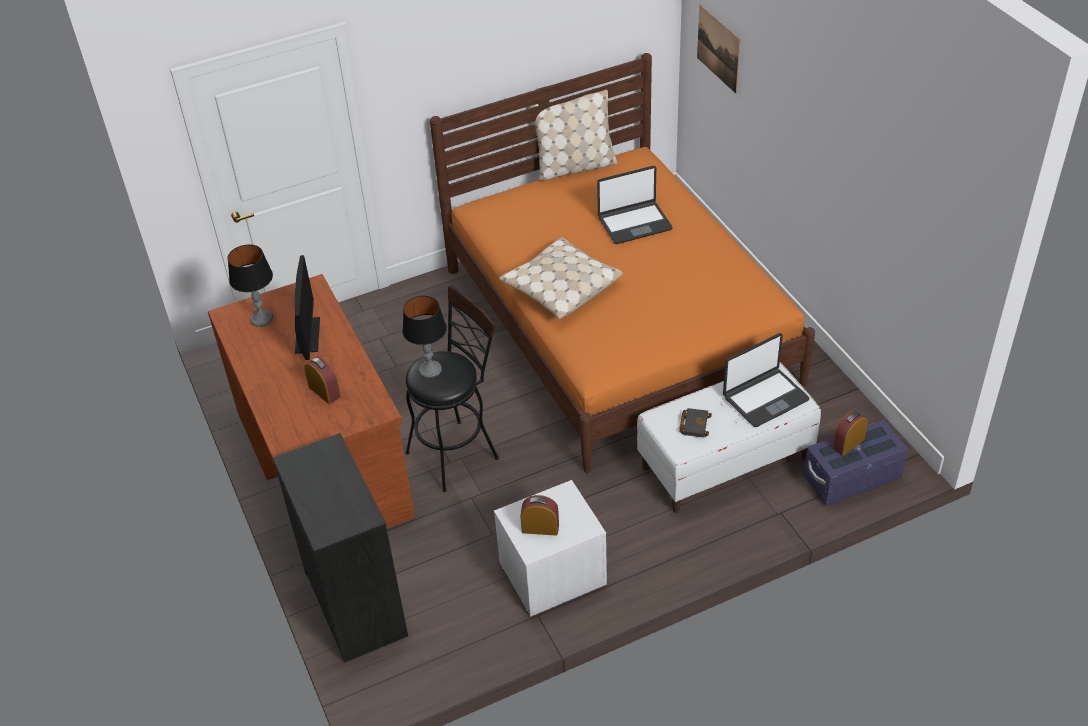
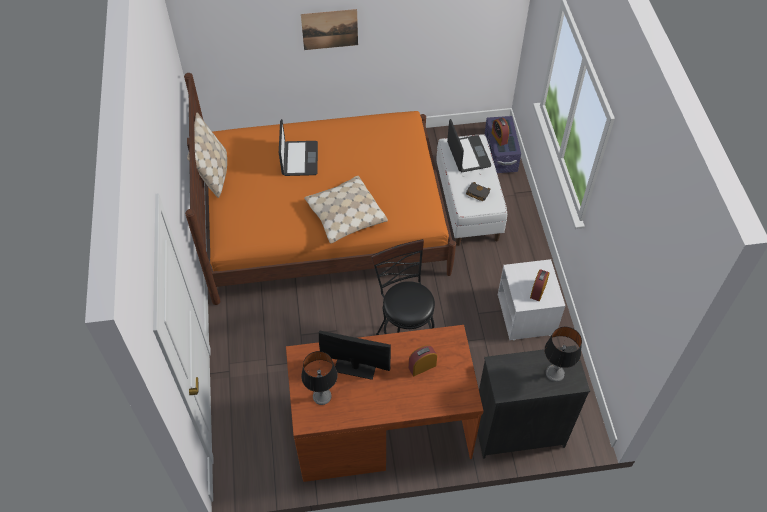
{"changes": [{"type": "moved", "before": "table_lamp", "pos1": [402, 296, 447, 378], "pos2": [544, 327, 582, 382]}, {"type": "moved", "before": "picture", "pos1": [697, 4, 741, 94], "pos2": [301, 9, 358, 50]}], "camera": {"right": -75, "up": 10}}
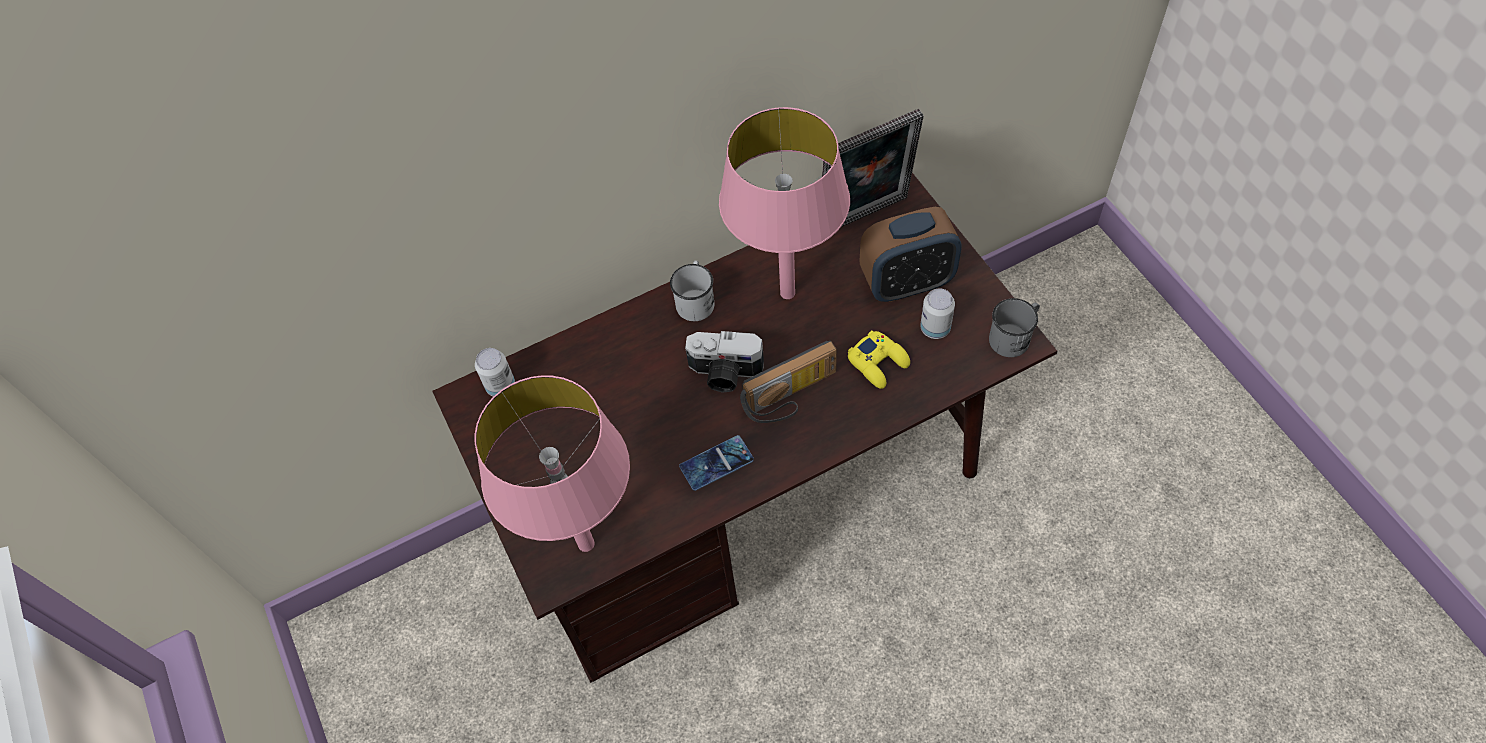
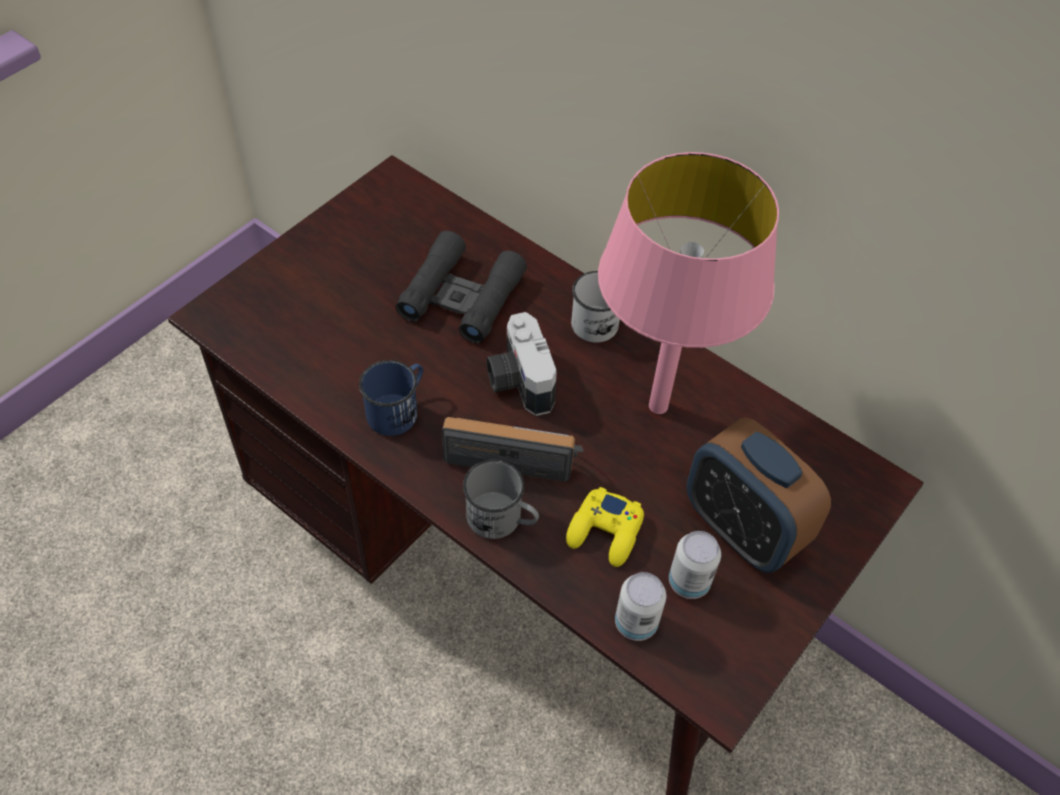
{"changes": [{"type": "moved", "before": "can", "pos1": [475, 348, 515, 397], "pos2": [615, 572, 666, 641]}, {"type": "removed", "before": "pink_table_lamp", "pos1": [475, 375, 630, 552]}, {"type": "replaced", "before": "phone", "after": "blue_mug", "pos1": [679, 435, 754, 491], "pos2": [359, 360, 423, 436]}, {"type": "turned", "before": "radio", "pos1": [740, 341, 837, 423], "pos2": [442, 417, 584, 482], "turn": 150}, {"type": "removed", "before": "picture_frame", "pos1": [822, 109, 924, 228]}, {"type": "moved", "before": "grey_mug", "pos1": [989, 298, 1040, 357], "pos2": [463, 460, 539, 539]}, {"type": "added", "after": "black_binoculars", "pos2": [396, 231, 527, 343]}], "camera": {"right": 60, "up": -5}}
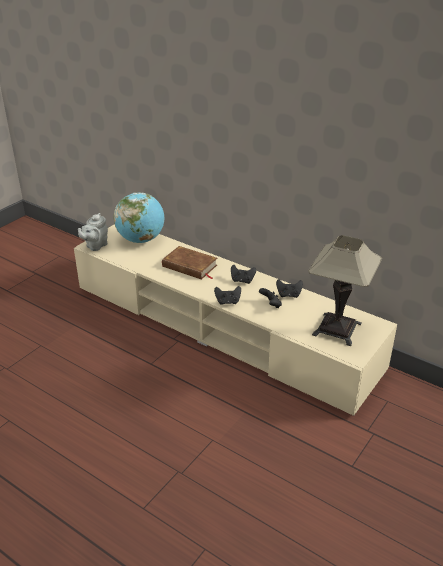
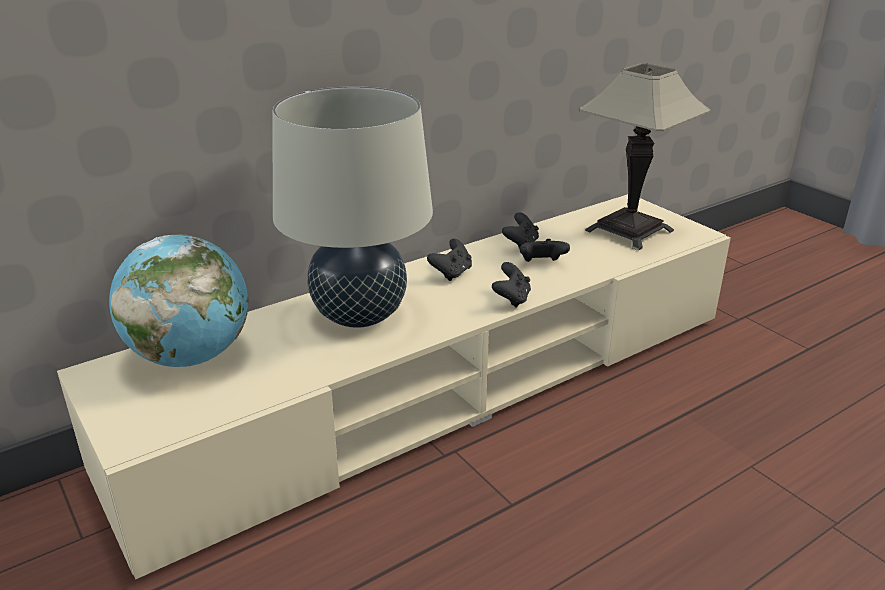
{"changes": [{"type": "removed", "before": "grey_teapot", "pos1": [78, 213, 108, 251]}, {"type": "replaced", "before": "brown_book", "after": "beige_table_lamp", "pos1": [162, 246, 217, 280], "pos2": [273, 86, 433, 328]}], "camera": {"right": -70, "up": -5}}
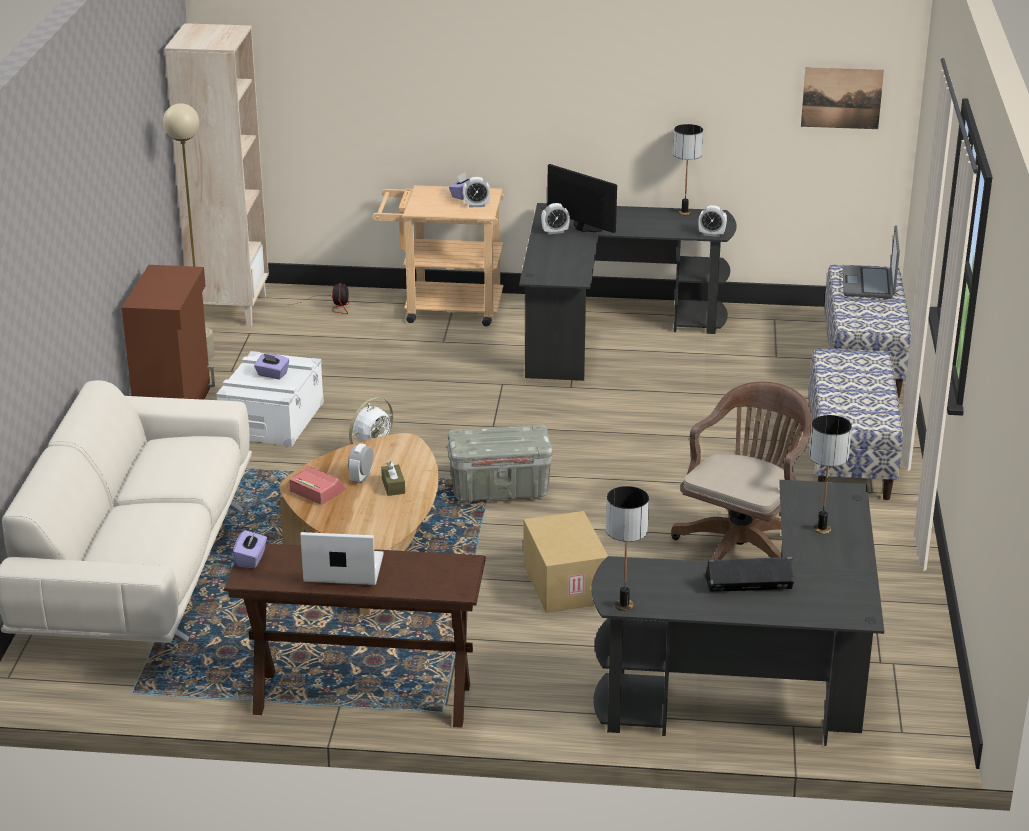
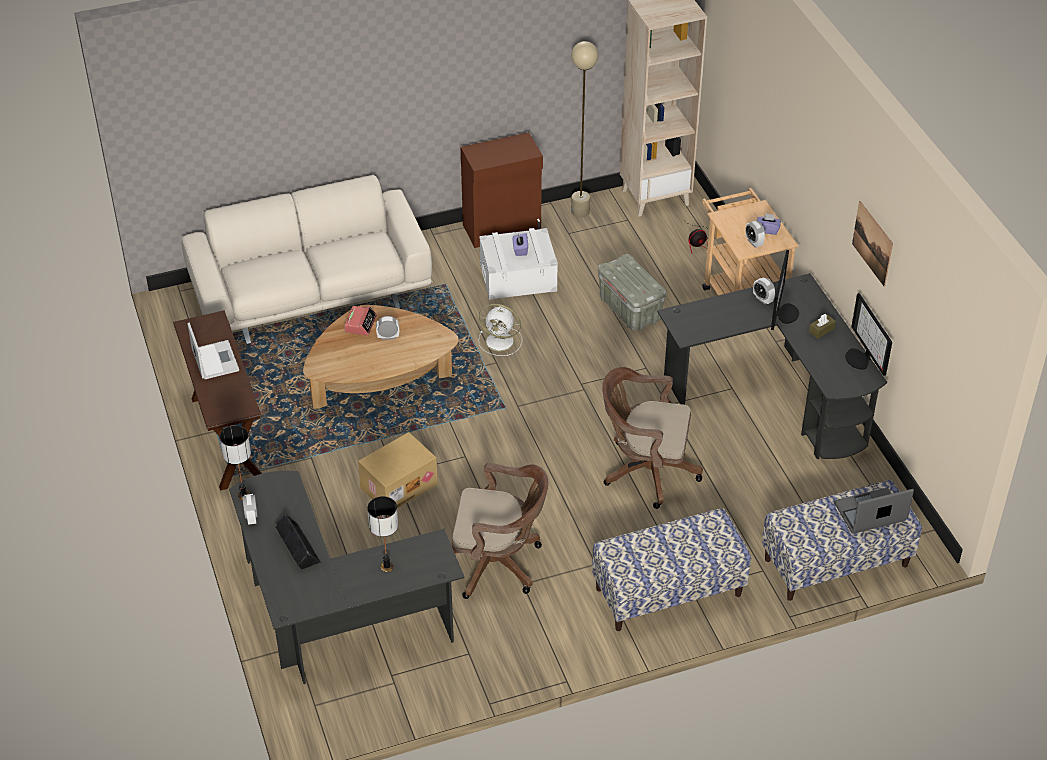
{"changes": [{"type": "removed", "before": "purple_tissue_box", "pos1": [233, 530, 267, 568]}, {"type": "moved", "before": "brown_tissue_box", "pos1": [381, 461, 405, 496], "pos2": [809, 314, 836, 338]}, {"type": "moved", "before": "grey_storage_box", "pos1": [447, 425, 553, 503], "pos2": [598, 254, 666, 330]}, {"type": "replaced", "before": "table_lamp", "after": "monitor", "pos1": [673, 124, 703, 215], "pos2": [845, 293, 892, 376]}, {"type": "moved", "before": "alarm_clock", "pos1": [698, 205, 727, 237], "pos2": [243, 494, 258, 525]}, {"type": "moved", "before": "picture", "pos1": [801, 67, 884, 129], "pos2": [852, 201, 893, 287]}, {"type": "added", "after": "brown_office_chair", "pos2": [602, 367, 703, 509]}], "camera": {"right": 65, "up": 15}}
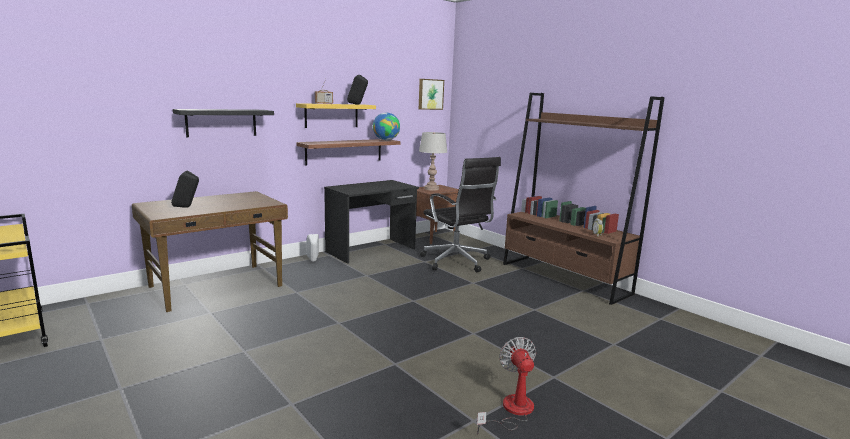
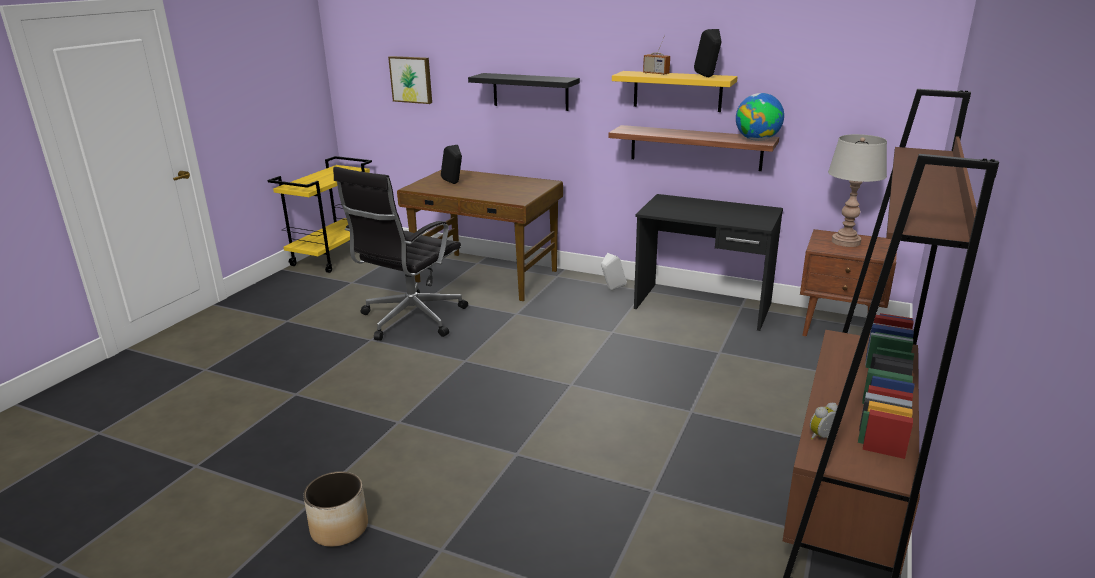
{"changes": [{"type": "moved", "before": "picture", "pos1": [419, 79, 444, 110], "pos2": [388, 56, 432, 104]}, {"type": "moved", "before": "black_office_chair", "pos1": [420, 157, 501, 272], "pos2": [333, 167, 468, 340]}, {"type": "replaced", "before": "fan", "after": "planter", "pos1": [477, 337, 536, 435], "pos2": [303, 471, 368, 547]}], "camera": {"right": 65, "up": 10}}
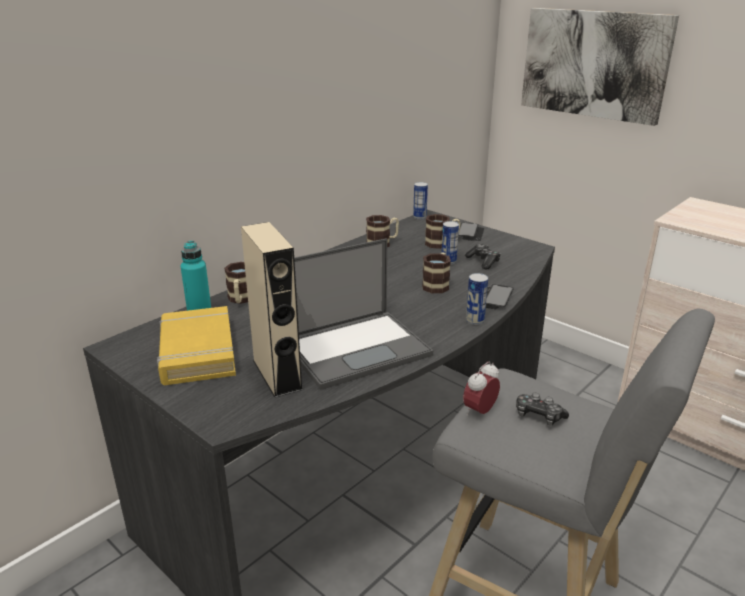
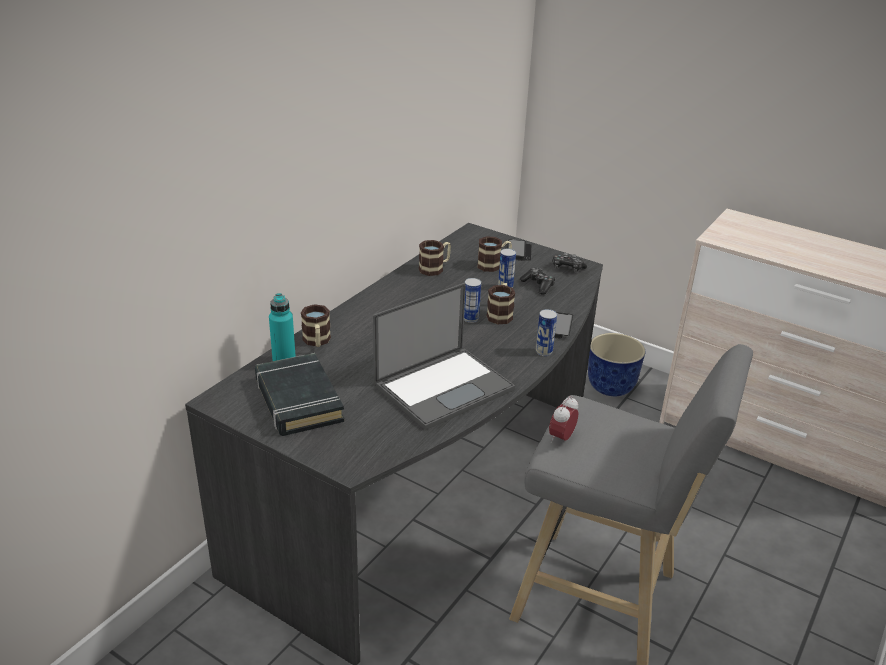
{"changes": [{"type": "recoloured", "before": "yellow_book", "after": "black_book", "pos1": [157, 306, 236, 385], "pos2": [255, 353, 344, 436]}, {"type": "removed", "before": "beige_speaker", "pos1": [241, 222, 303, 398]}, {"type": "moved", "before": "can", "pos1": [413, 182, 428, 220], "pos2": [464, 278, 481, 323]}, {"type": "moved", "before": "game_controller", "pos1": [516, 393, 569, 426], "pos2": [552, 253, 587, 272]}, {"type": "removed", "before": "picture", "pos1": [521, 8, 679, 126]}, {"type": "added", "after": "planter", "pos2": [588, 333, 645, 396]}], "camera": {"right": -10, "up": 5}}
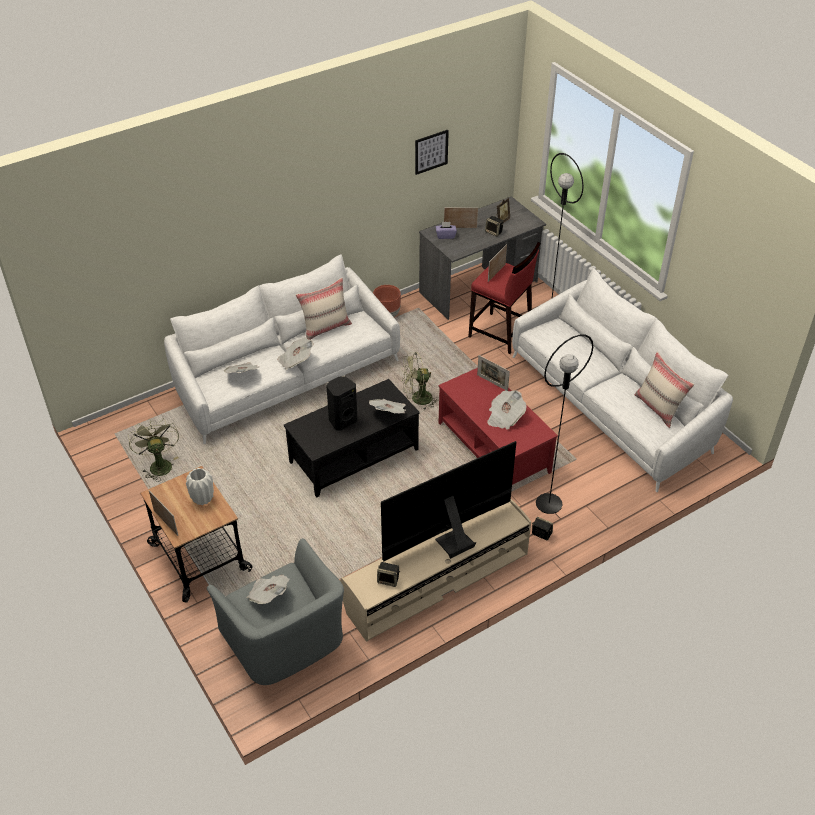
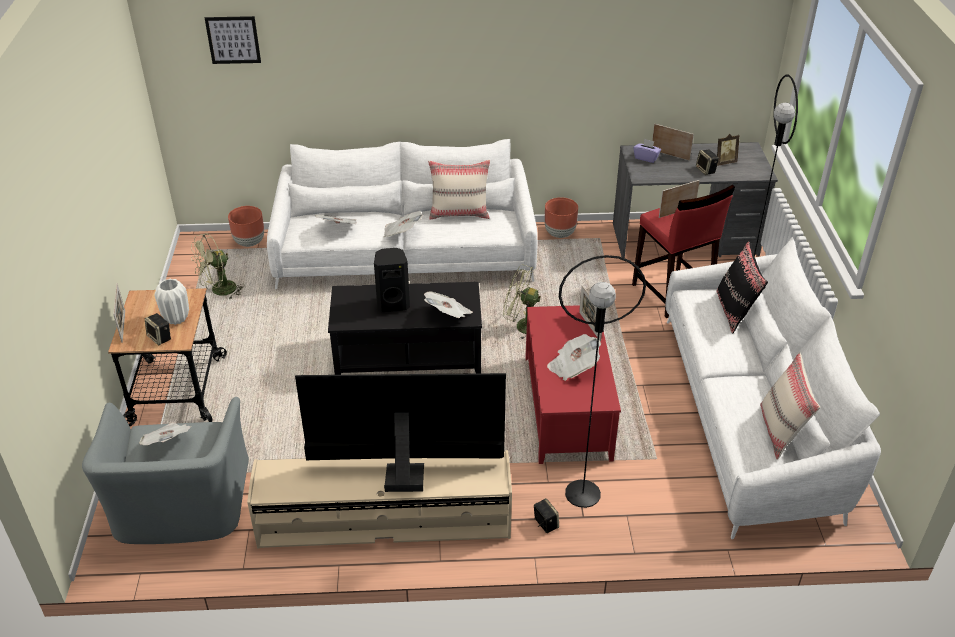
{"changes": [{"type": "turned", "before": "green_fan", "pos1": [128, 418, 179, 482], "pos2": [191, 234, 245, 299], "turn": -135}, {"type": "moved", "before": "speaker", "pos1": [377, 562, 400, 587], "pos2": [145, 313, 171, 345]}, {"type": "moved", "before": "picture", "pos1": [415, 130, 449, 175], "pos2": [205, 16, 261, 64]}, {"type": "added", "after": "brown_planter", "pos2": [228, 206, 264, 247]}, {"type": "added", "after": "black_pillow", "pos2": [716, 241, 768, 333]}], "camera": {"right": 30, "up": -5}}
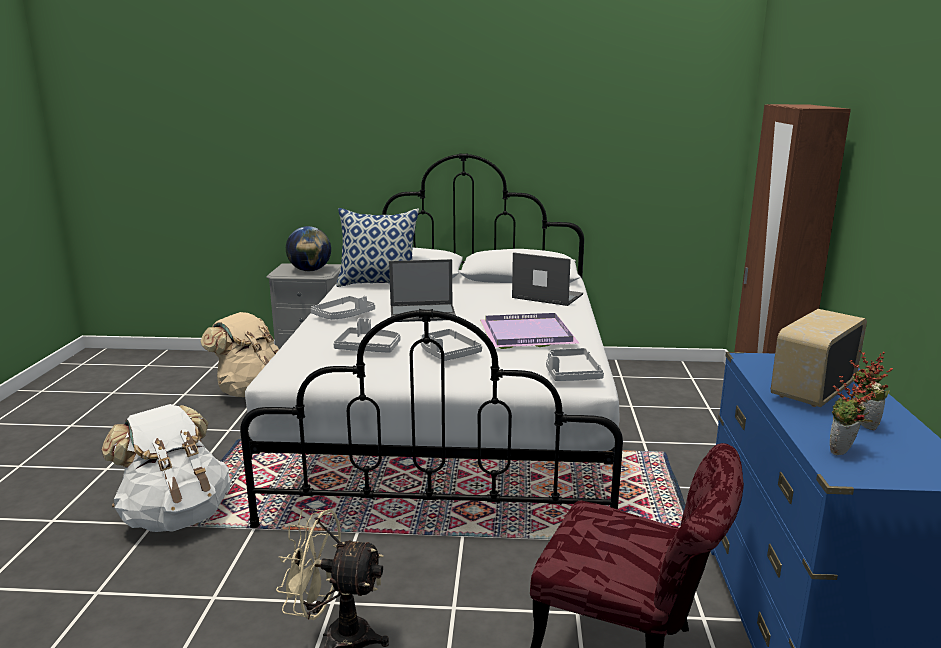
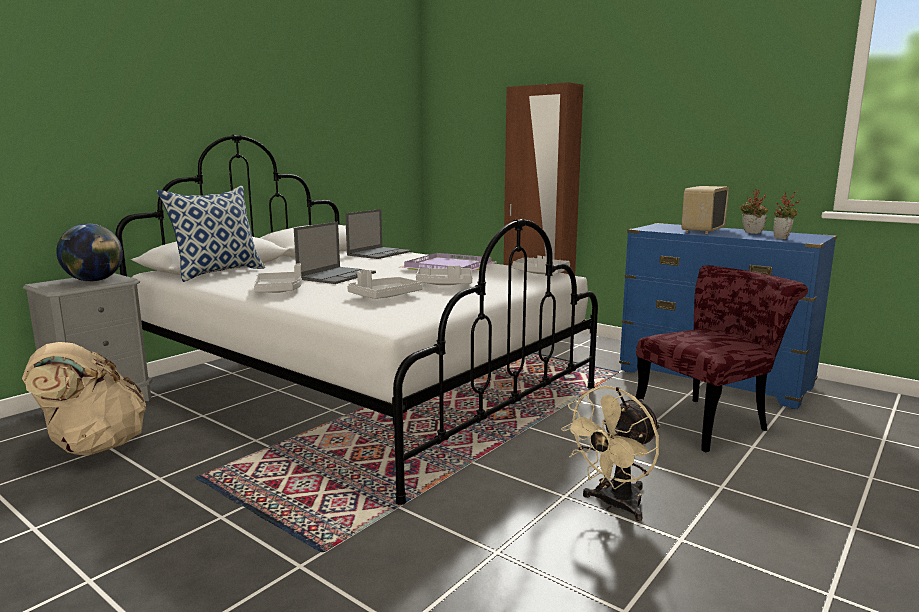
{"changes": [{"type": "removed", "before": "white_backpack", "pos1": [101, 404, 231, 532]}, {"type": "turned", "before": "laptop", "pos1": [512, 252, 583, 306], "pos2": [345, 209, 412, 259], "turn": 150}, {"type": "turned", "before": "radio", "pos1": [771, 309, 867, 407], "pos2": [681, 186, 729, 234], "turn": 45}], "camera": {"right": -55, "up": -5}}
